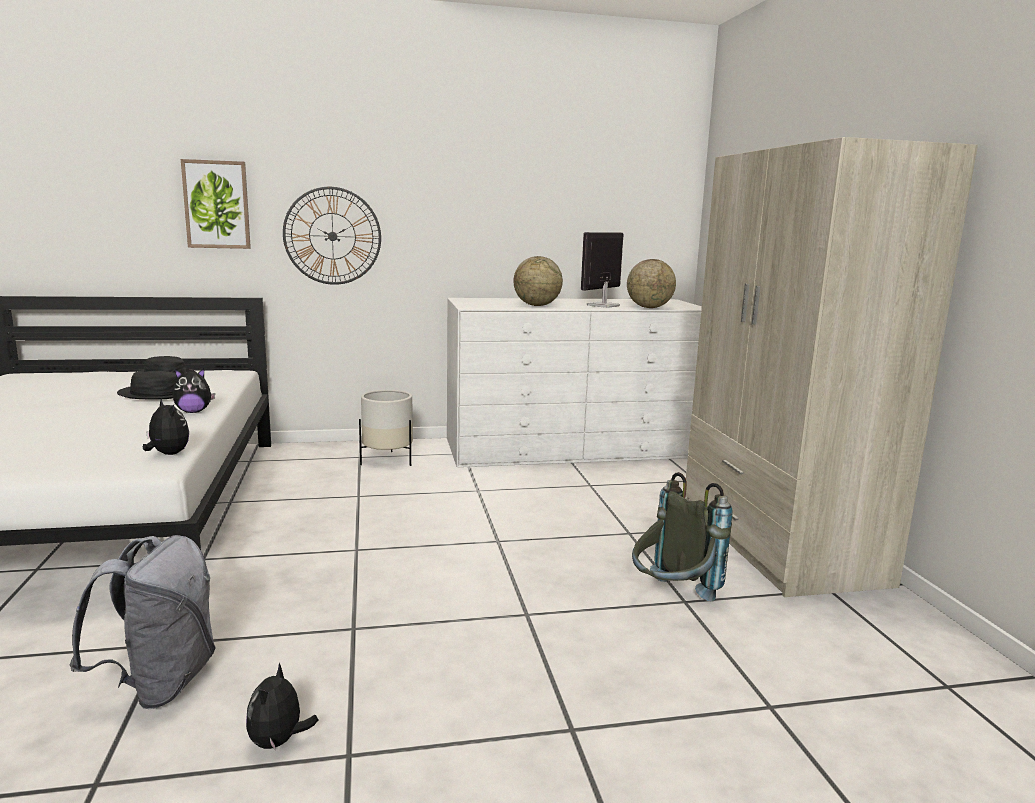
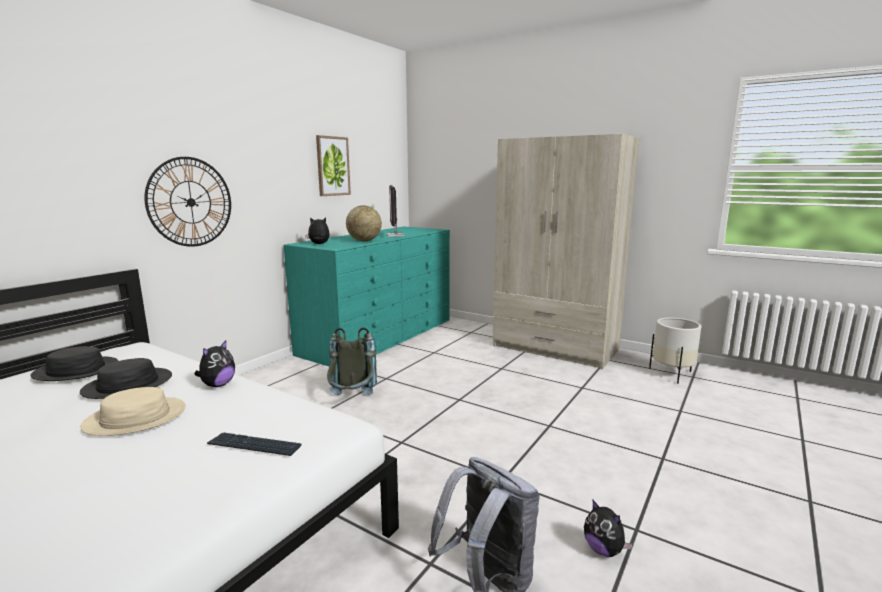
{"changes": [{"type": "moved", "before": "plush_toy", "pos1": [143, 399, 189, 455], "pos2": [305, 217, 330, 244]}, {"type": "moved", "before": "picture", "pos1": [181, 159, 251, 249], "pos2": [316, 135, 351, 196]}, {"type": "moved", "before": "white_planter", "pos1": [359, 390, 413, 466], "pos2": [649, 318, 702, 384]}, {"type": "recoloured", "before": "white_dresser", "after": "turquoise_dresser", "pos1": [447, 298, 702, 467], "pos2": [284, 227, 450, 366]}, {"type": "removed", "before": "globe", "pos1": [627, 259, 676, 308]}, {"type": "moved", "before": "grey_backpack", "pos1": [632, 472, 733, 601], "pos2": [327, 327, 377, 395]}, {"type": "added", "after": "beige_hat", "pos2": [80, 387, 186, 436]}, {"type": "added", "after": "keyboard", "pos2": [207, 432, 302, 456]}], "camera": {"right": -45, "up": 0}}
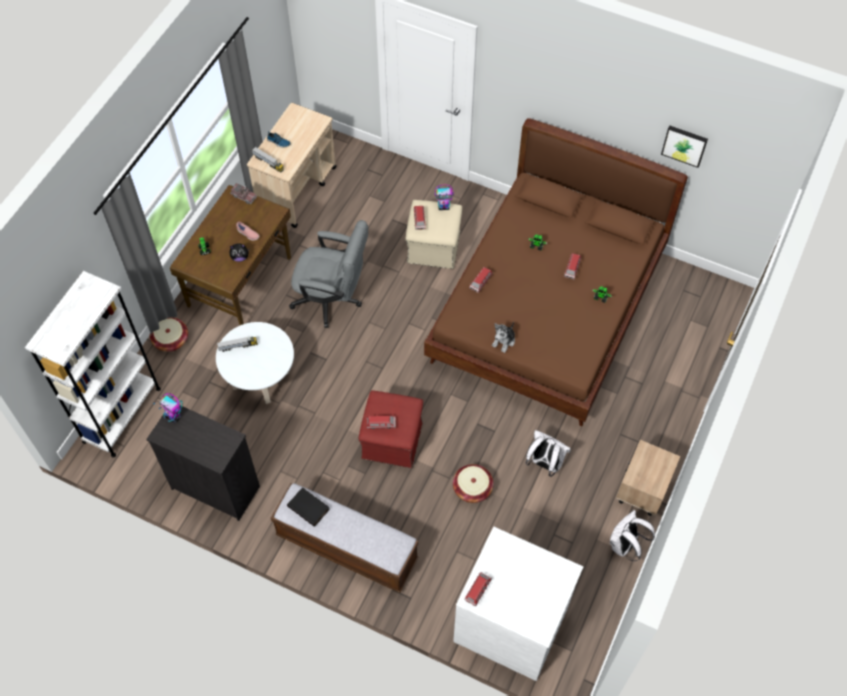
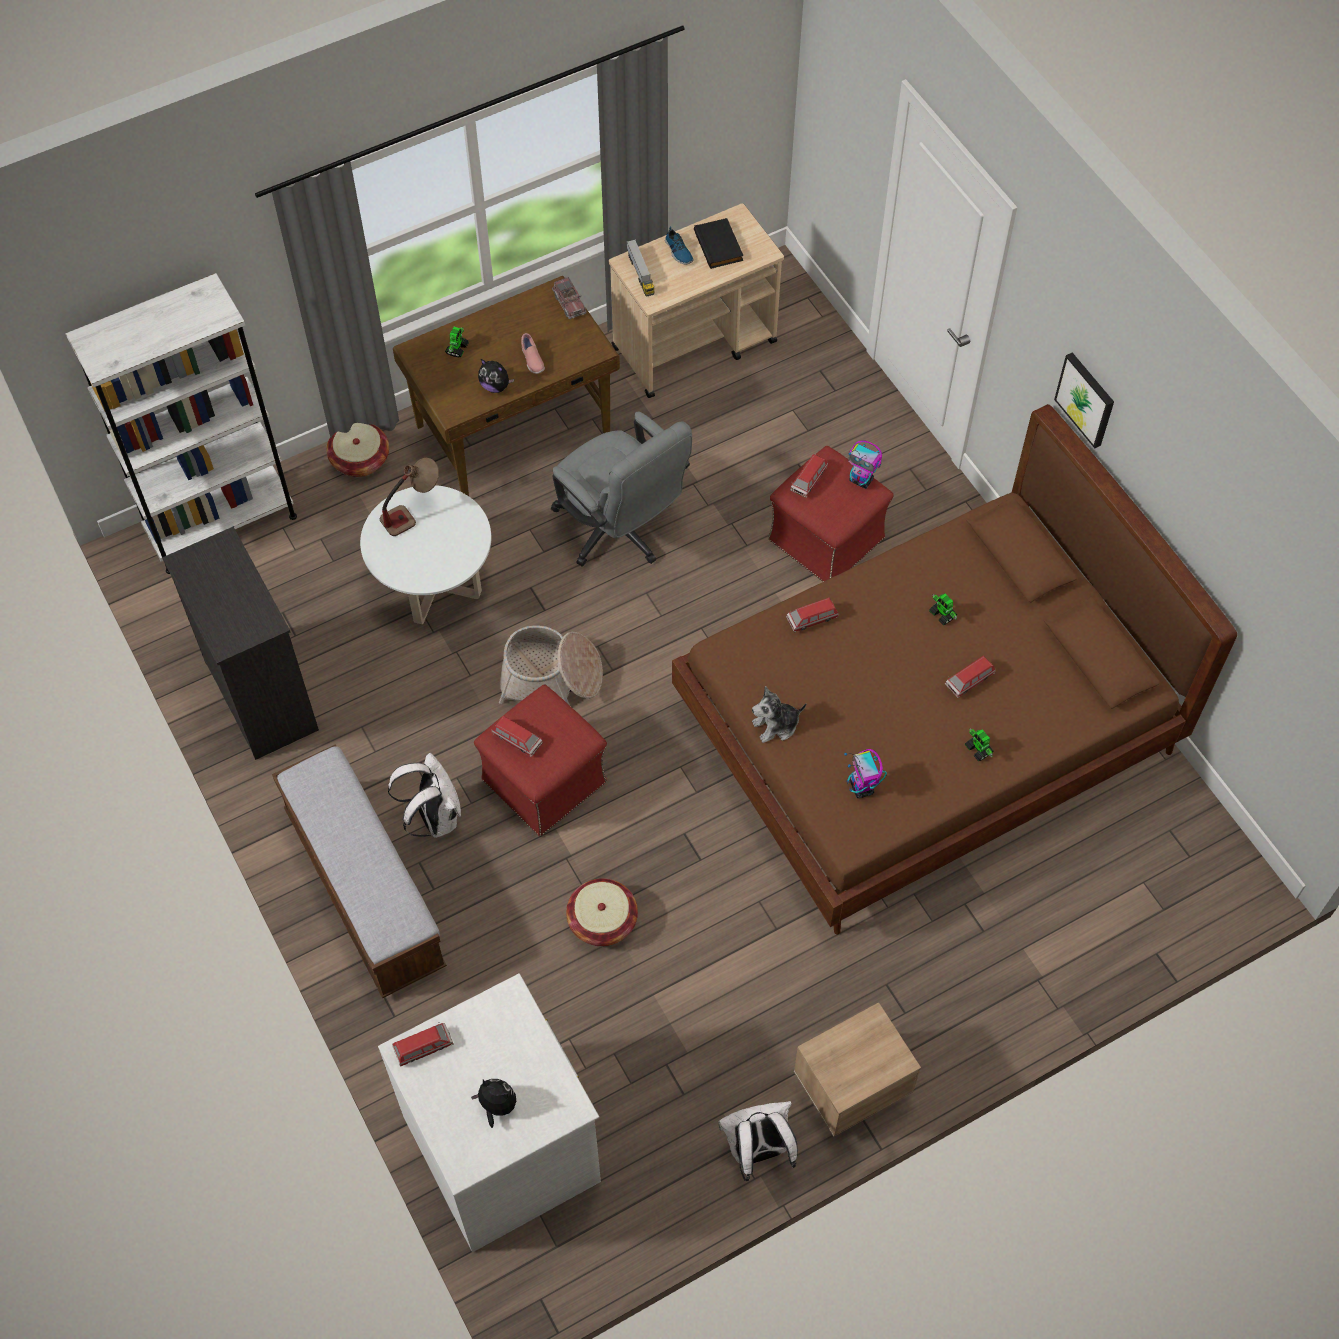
{"changes": [{"type": "moved", "before": "toy_robot", "pos1": [153, 393, 182, 423], "pos2": [844, 749, 887, 798]}, {"type": "replaced", "before": "toy_truck", "after": "table_lamp", "pos1": [217, 337, 258, 352], "pos2": [380, 458, 439, 536]}, {"type": "moved", "before": "black_book", "pos1": [287, 487, 330, 527], "pos2": [694, 218, 743, 269]}, {"type": "recoloured", "before": "beige_ottoman", "after": "red_ottoman", "pos1": [405, 200, 462, 269], "pos2": [768, 446, 894, 582]}, {"type": "moved", "before": "white_backpack", "pos1": [526, 430, 571, 477], "pos2": [388, 753, 461, 838]}, {"type": "moved", "before": "picture", "pos1": [661, 126, 708, 168], "pos2": [1054, 352, 1114, 448]}, {"type": "added", "after": "plush_toy", "pos2": [471, 1079, 516, 1128]}, {"type": "added", "after": "basket", "pos2": [499, 626, 603, 705]}], "camera": {"right": 35, "up": 0}}
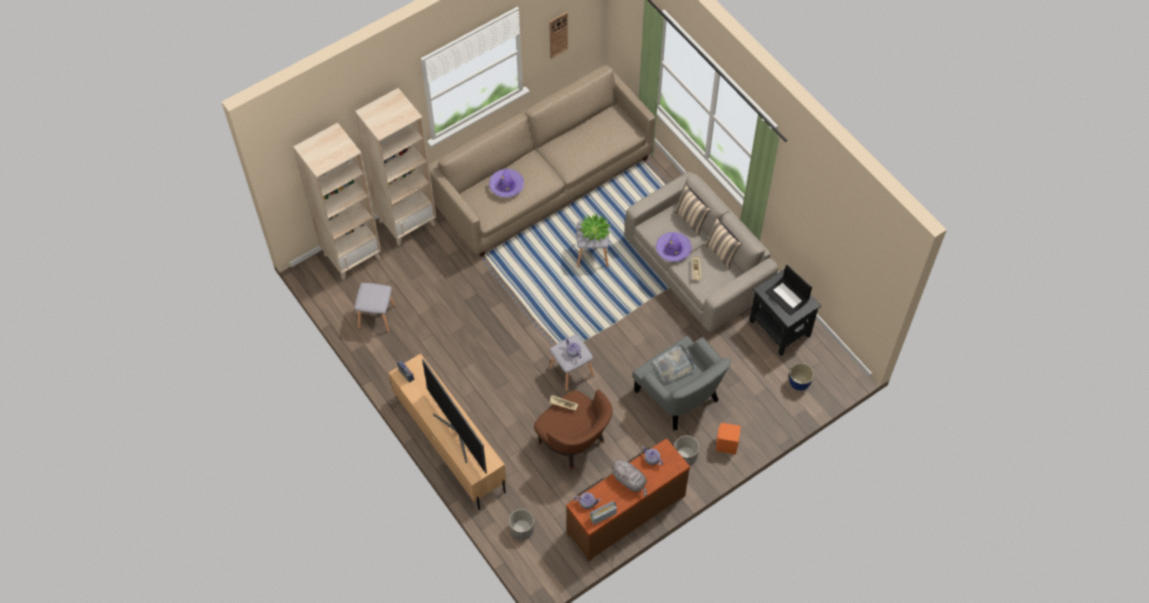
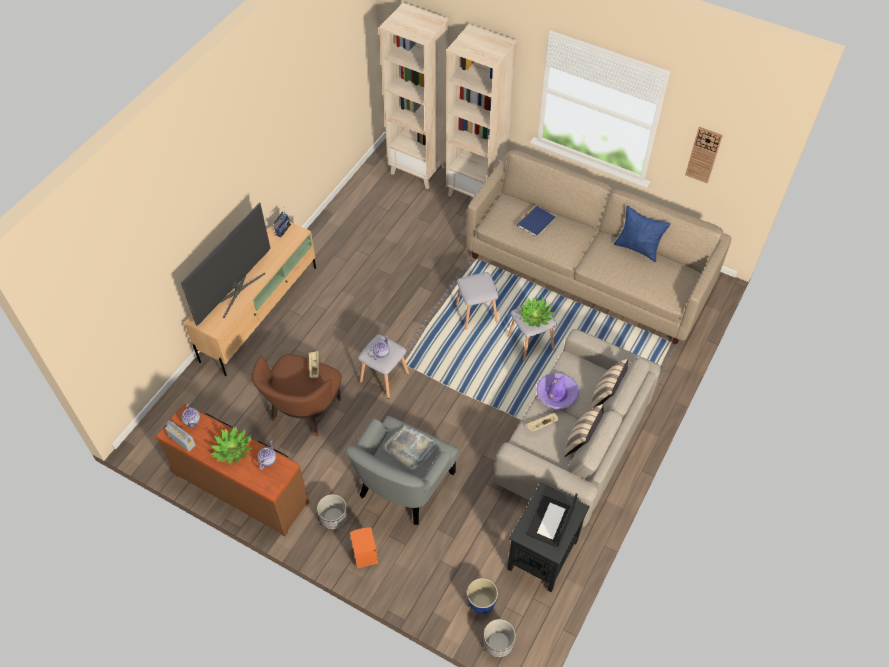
{"changes": [{"type": "moved", "before": "grey_stool", "pos1": [354, 283, 396, 333], "pos2": [455, 272, 499, 330]}, {"type": "replaced", "before": "purple_hat", "after": "blue_book", "pos1": [489, 169, 524, 198], "pos2": [517, 206, 556, 238]}, {"type": "moved", "before": "planter", "pos1": [509, 509, 534, 539], "pos2": [484, 619, 516, 658]}, {"type": "replaced", "before": "grey_plush_toy", "after": "potted_plant", "pos1": [611, 460, 647, 497], "pos2": [210, 427, 252, 465]}, {"type": "added", "after": "blue_pillow", "pos2": [614, 206, 671, 262]}], "camera": {"right": 65, "up": -5}}
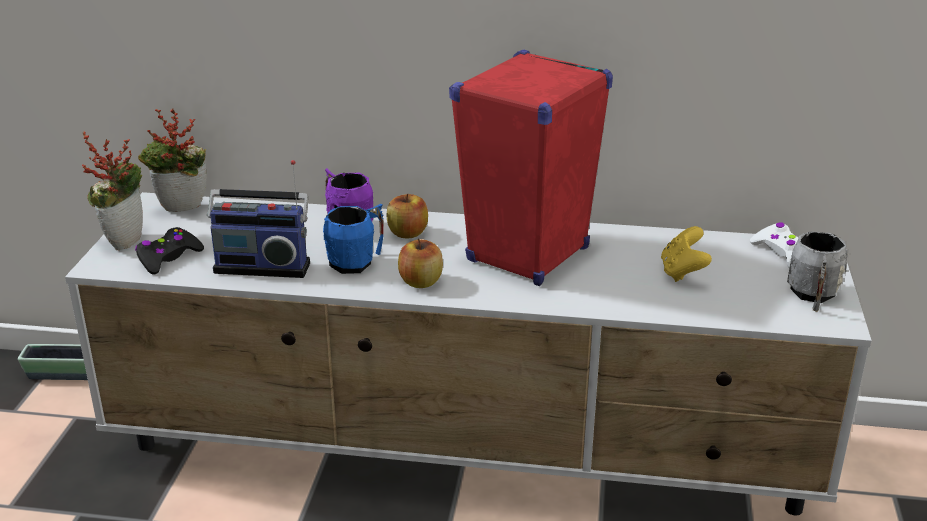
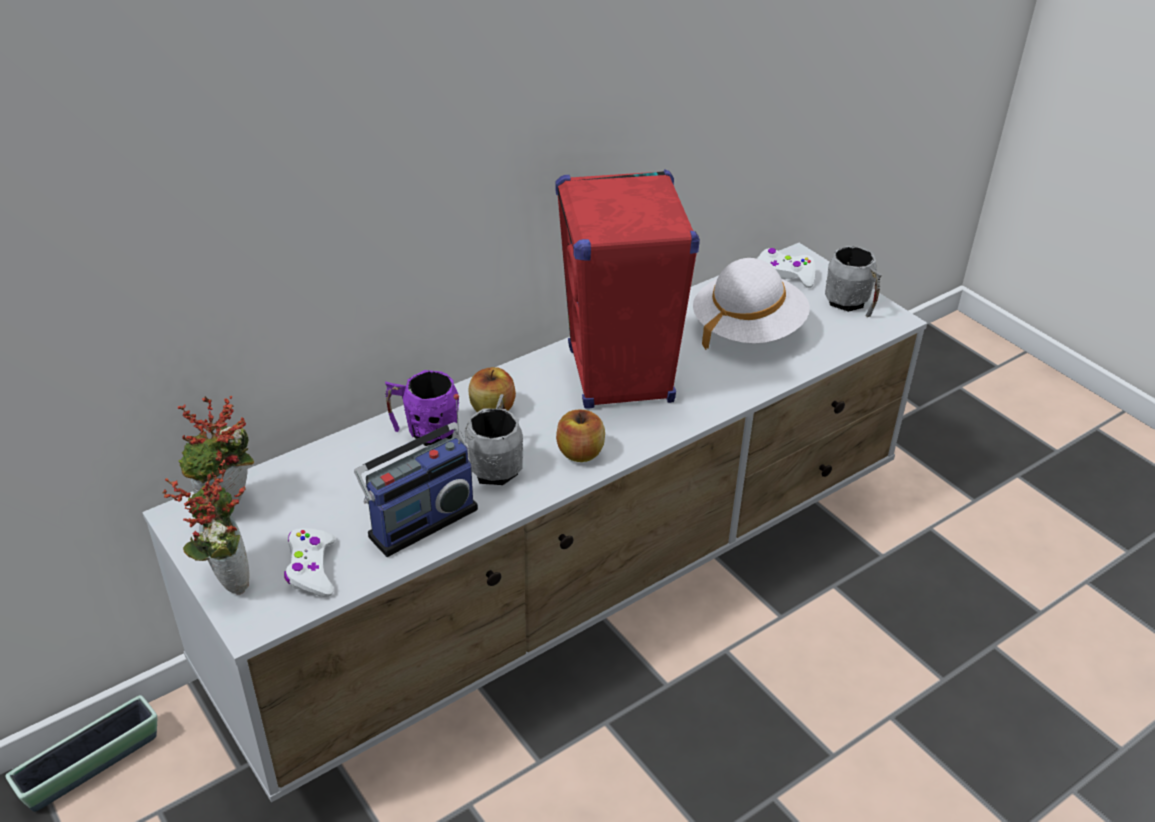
{"changes": [{"type": "recoloured", "before": "black_game_controller", "after": "white_game_controller", "pos1": [135, 227, 204, 274], "pos2": [284, 528, 336, 597]}, {"type": "recoloured", "before": "blue_mug", "after": "grey_mug", "pos1": [323, 204, 384, 274], "pos2": [464, 394, 523, 485]}, {"type": "replaced", "before": "yellow_game_controller", "after": "white_hat", "pos1": [661, 226, 712, 282], "pos2": [693, 258, 810, 350]}], "camera": {"right": -45, "up": 10}}
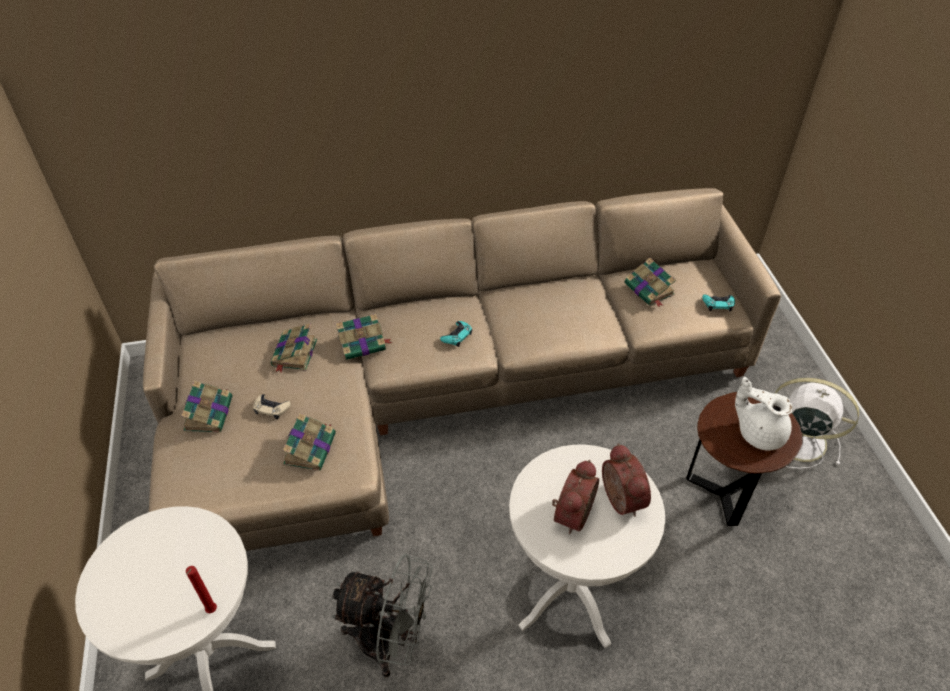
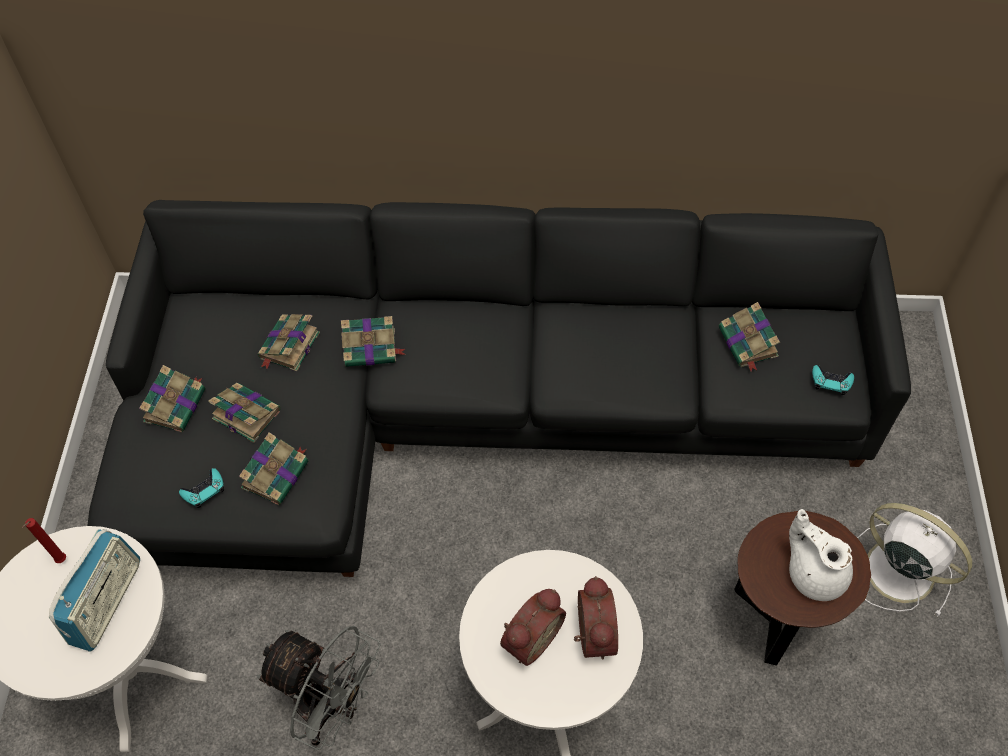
{"changes": [{"type": "recoloured", "before": "beige_sofa", "after": "black_sofa", "pos1": [143, 188, 781, 551], "pos2": [87, 200, 911, 577]}, {"type": "moved", "before": "red_candle", "pos1": [186, 566, 217, 614], "pos2": [22, 518, 66, 563]}, {"type": "replaced", "before": "beige_game_controller", "after": "book", "pos1": [253, 394, 291, 420], "pos2": [208, 383, 281, 443]}, {"type": "moved", "before": "turquoise_game_controller", "pos1": [440, 321, 472, 347], "pos2": [179, 468, 224, 508]}, {"type": "added", "after": "radio", "pos2": [49, 529, 140, 652]}], "camera": {"right": 15, "up": 10}}
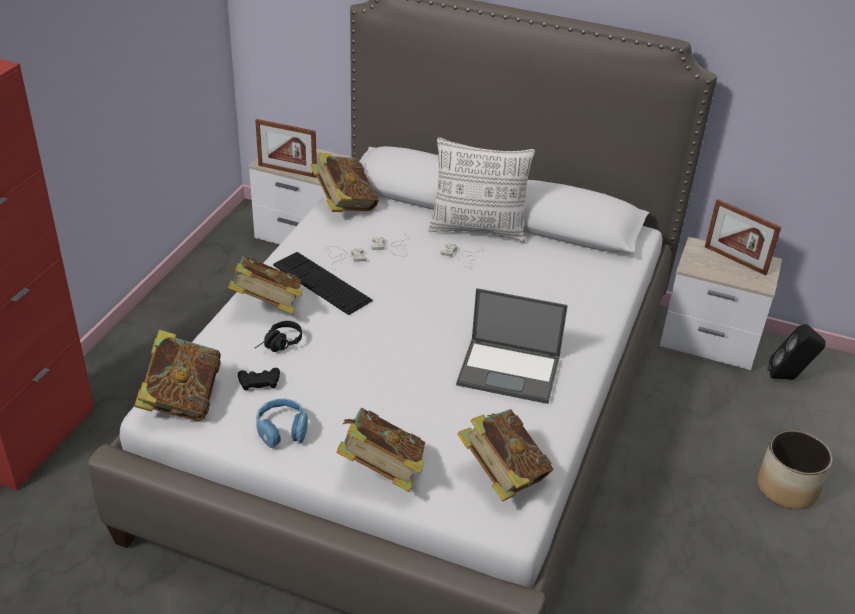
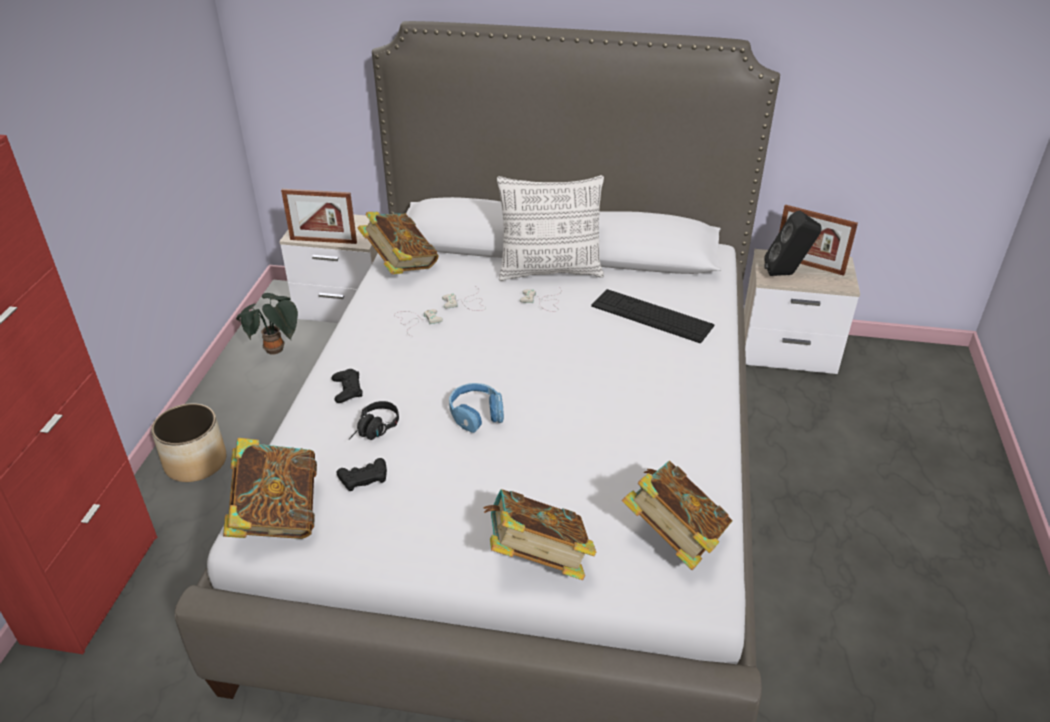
{"changes": [{"type": "replaced", "before": "book", "after": "black_game_controller", "pos1": [228, 256, 302, 314], "pos2": [331, 369, 363, 403]}, {"type": "moved", "before": "blue_headphones", "pos1": [256, 398, 308, 448], "pos2": [449, 383, 504, 433]}, {"type": "moved", "before": "keyboard", "pos1": [273, 252, 373, 315], "pos2": [591, 289, 714, 343]}, {"type": "removed", "before": "laptop", "pos1": [456, 288, 568, 404]}, {"type": "moved", "before": "planter", "pos1": [757, 430, 832, 509], "pos2": [151, 403, 226, 482]}, {"type": "moved", "before": "black_speaker", "pos1": [768, 324, 826, 380], "pos2": [764, 211, 822, 276]}, {"type": "added", "after": "potted_plant", "pos2": [236, 293, 298, 355]}], "camera": {"right": -10, "up": 0}}
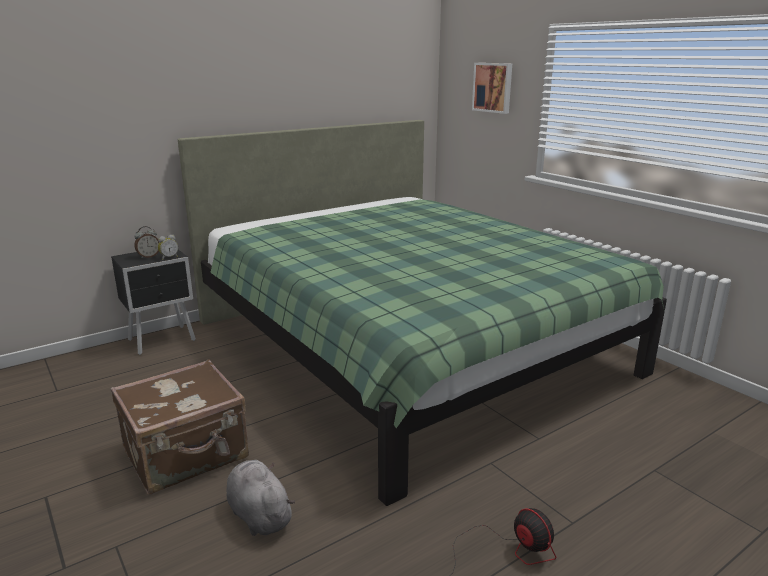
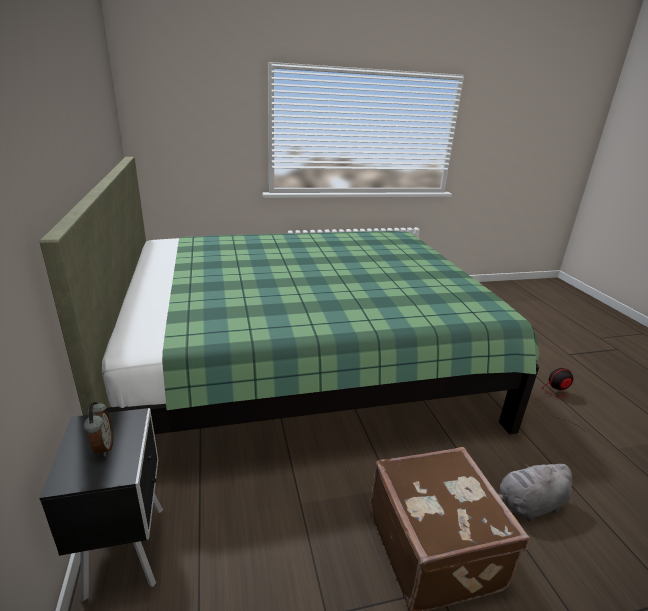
{"changes": [{"type": "removed", "before": "alarm_clock", "pos1": [158, 235, 178, 260]}, {"type": "removed", "before": "picture", "pos1": [472, 63, 512, 114]}], "camera": {"right": -70, "up": 5}}
